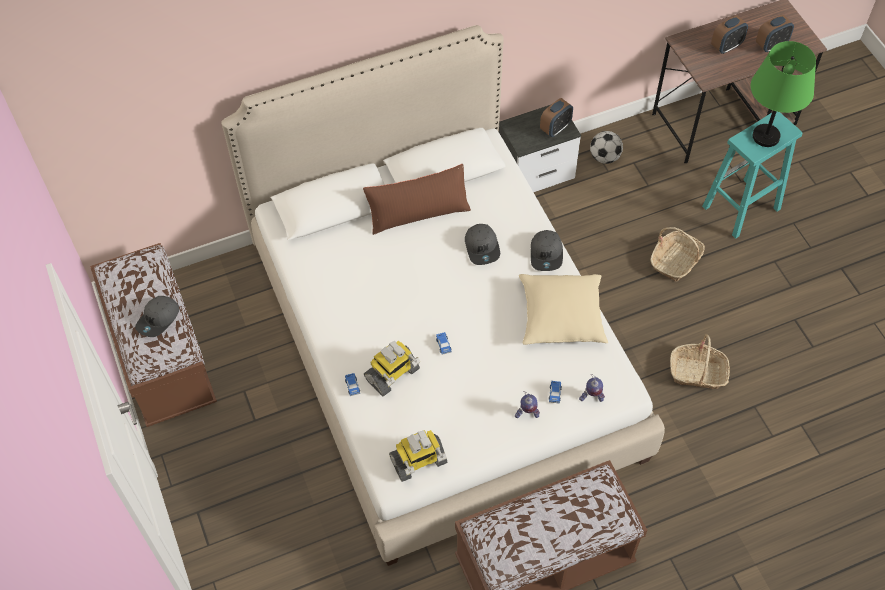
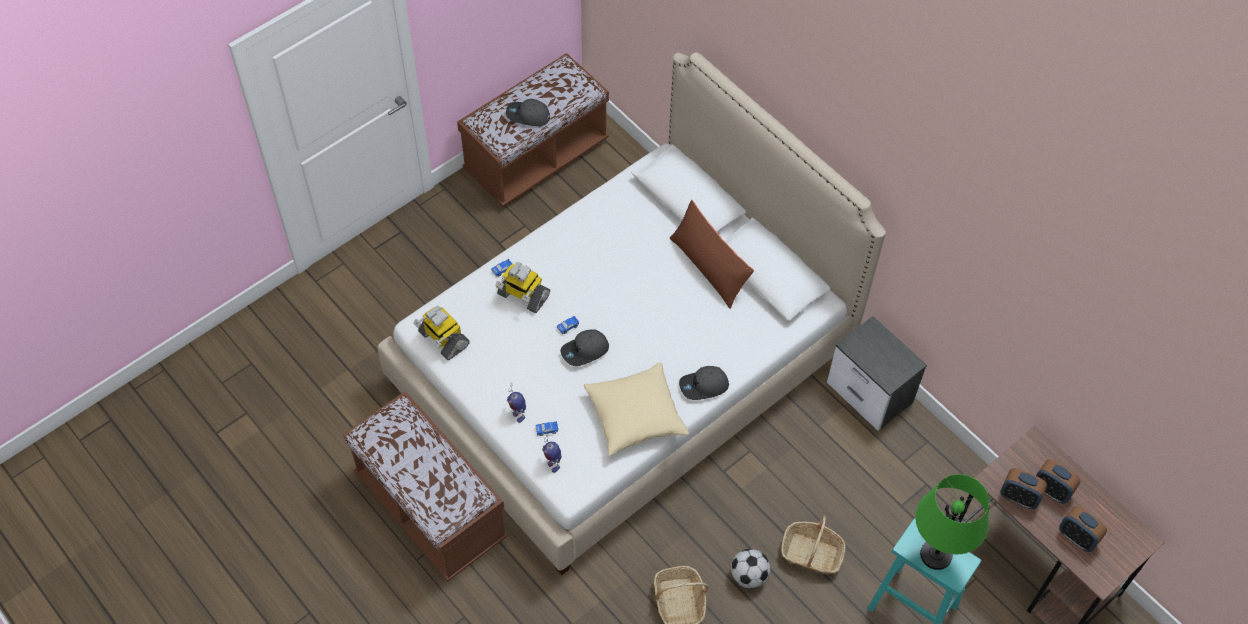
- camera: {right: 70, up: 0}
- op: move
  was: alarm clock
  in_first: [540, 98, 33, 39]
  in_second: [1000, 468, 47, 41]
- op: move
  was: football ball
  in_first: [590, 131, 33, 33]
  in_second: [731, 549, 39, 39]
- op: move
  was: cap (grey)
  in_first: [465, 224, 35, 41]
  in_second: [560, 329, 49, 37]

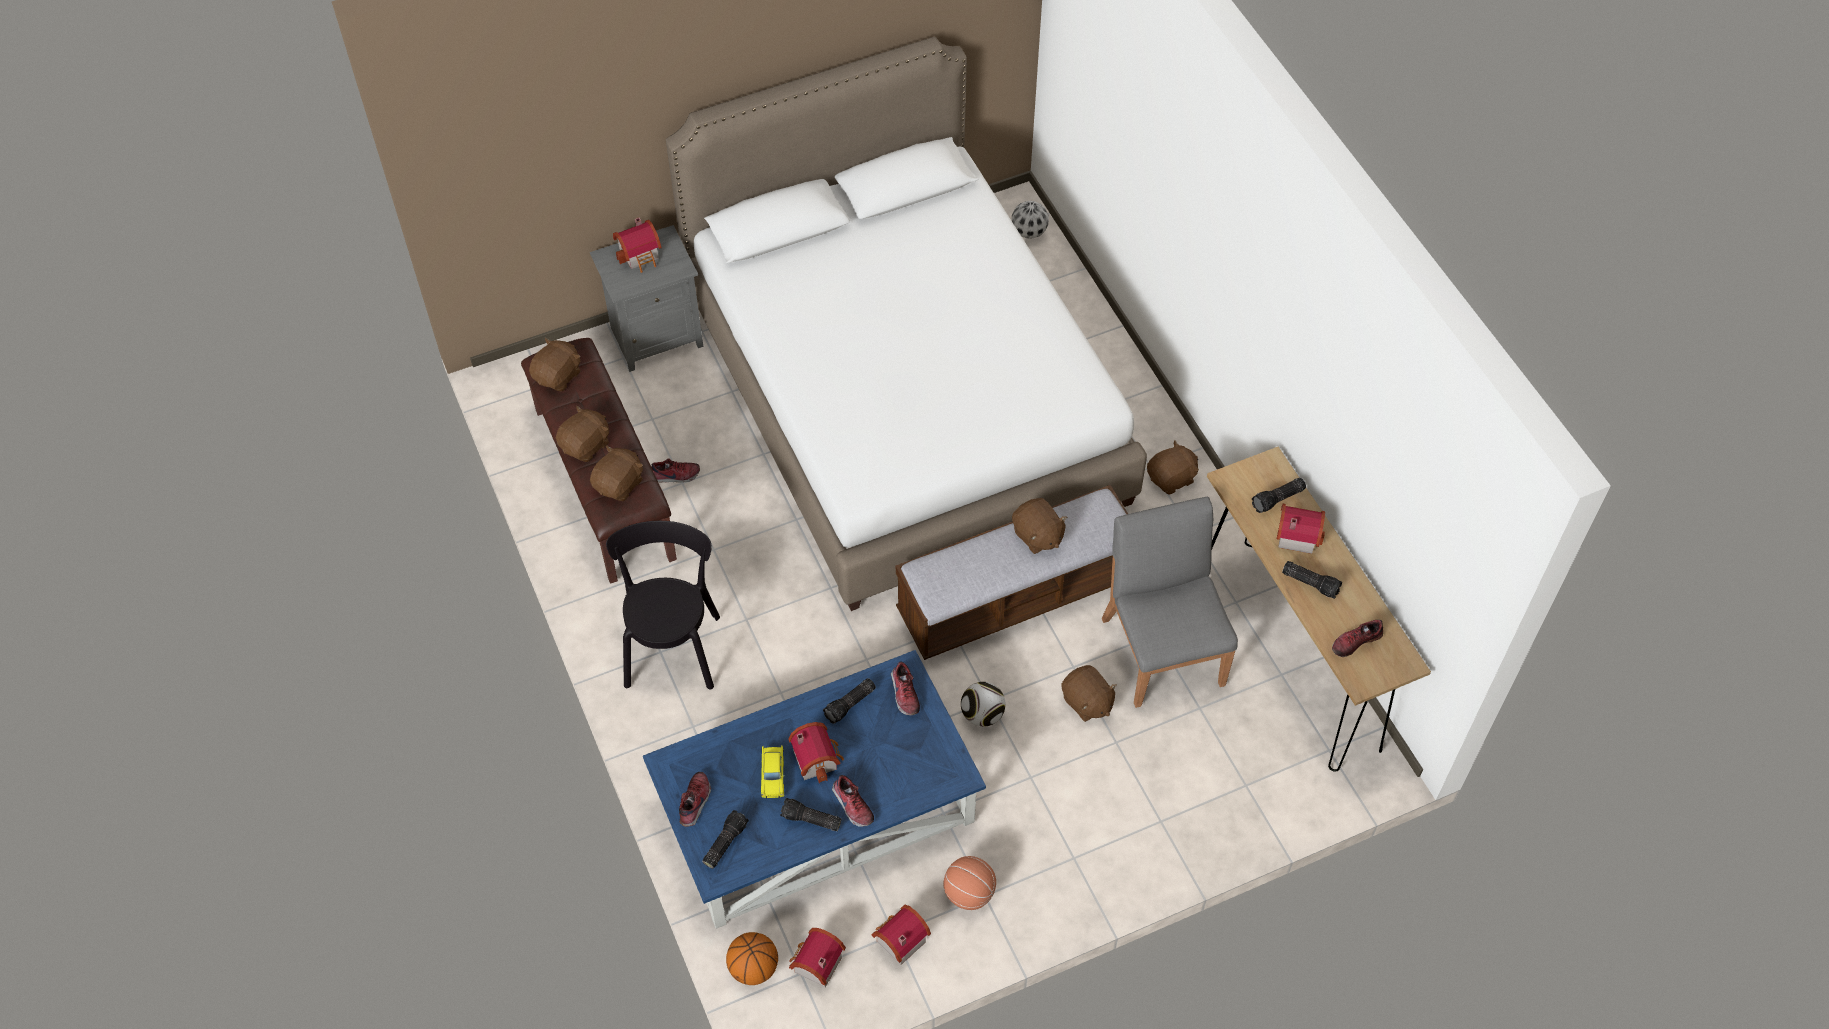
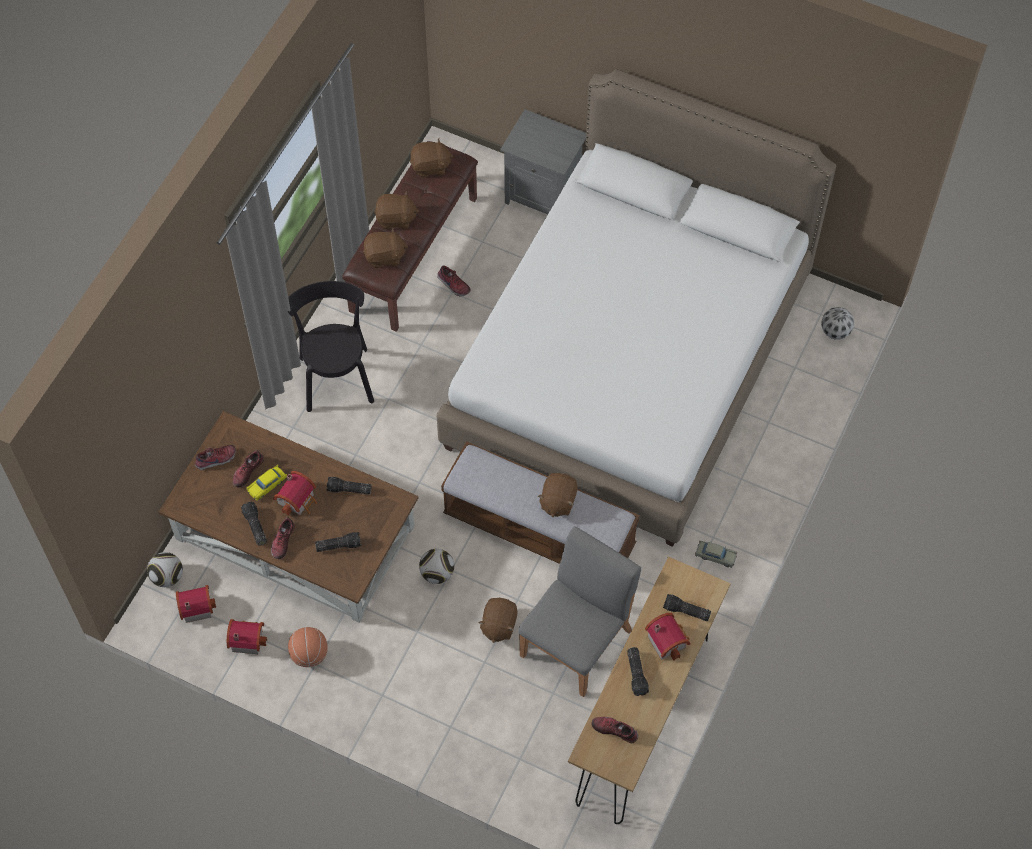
- camera: {right: 50, up: 5}
- op: delete
  was: miniature house
  in_first: [613, 218, 49, 55]
- op: replace
  was: soft toy (brownish)
  now: miniature car (beige-coloured)
  in_first: [1147, 440, 52, 55]
  in_second: [695, 540, 42, 28]
- op: rotate
  was: upright chair (blackish)
  in_first: [606, 521, 114, 168]
  in_second: [288, 281, 86, 131]
  clockwise: -60
- op: recolor
  was: lounge table (bluish)
  now: lounge table (brownish)
  in_first: [643, 650, 343, 279]
  in_second: [159, 411, 259, 212]
- op: move
  was: shoe
  in_first: [891, 662, 29, 53]
  in_second: [233, 450, 31, 38]
- op: move
  was: hand torch
  in_first: [702, 810, 47, 59]
  in_second: [315, 532, 46, 20]
- op: replace
  was: basketball
  now: football ball
  in_first: [726, 932, 52, 53]
  in_second: [147, 552, 36, 35]

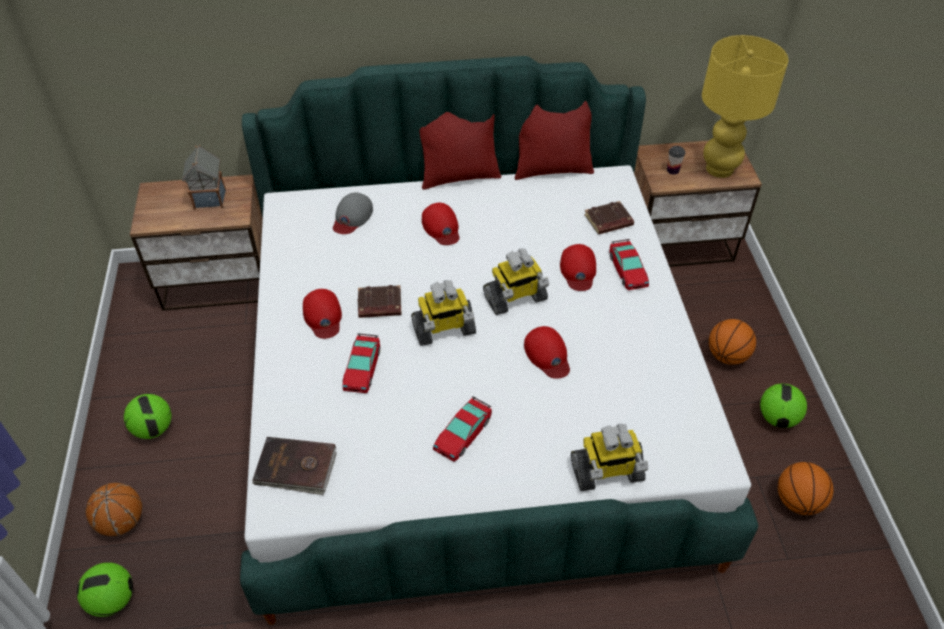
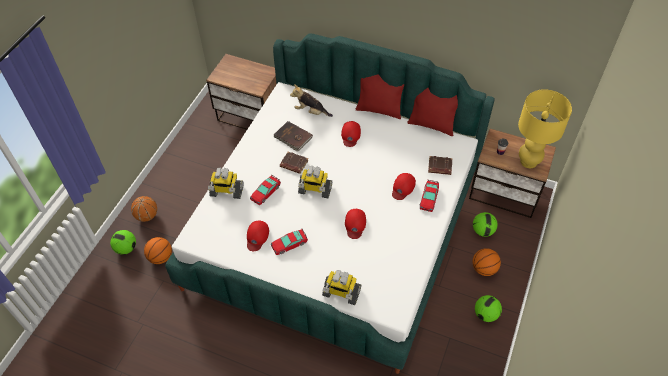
- camera: {right: 30, up: 5}
- op: delete
  was: miniature house
  in_first: [182, 145, 44, 65]
- op: replace
  was: cap (grey)
  now: soft toy
  in_first: [333, 193, 40, 41]
  in_second: [290, 84, 43, 33]
- op: move
  was: model robot
  in_first: [483, 249, 66, 66]
  in_second: [208, 168, 36, 31]
- op: move
  was: cap (red)
  in_first: [303, 289, 39, 50]
  in_second: [247, 221, 22, 30]
- op: move
  was: football ball
  in_first: [124, 394, 47, 45]
  in_second: [473, 212, 25, 25]
- op: move
  was: book (brownish)
  in_first: [252, 437, 85, 58]
  in_second: [274, 121, 39, 31]
- op: move
  was: basketball
  in_first: [778, 462, 55, 53]
  in_second: [144, 237, 28, 27]

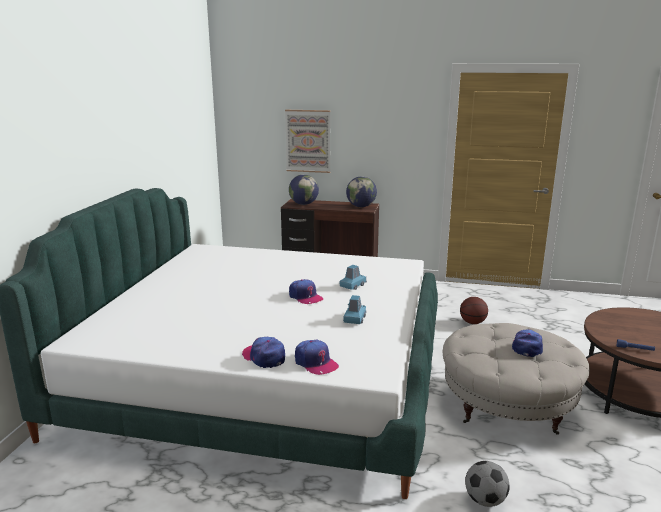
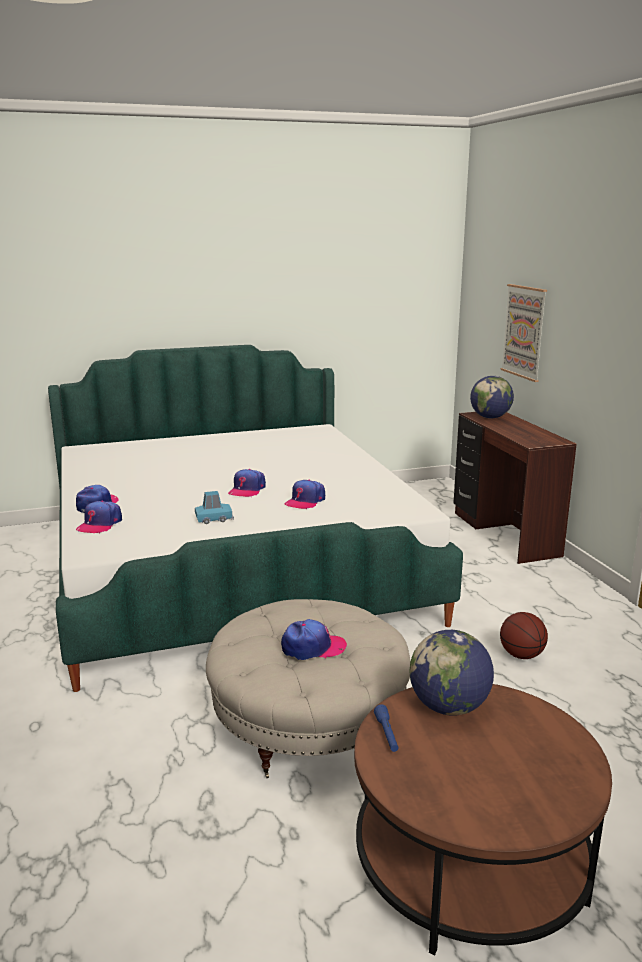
- camera: {right: 60, up: 0}
- op: move
  was: desk globe
  in_first: [346, 176, 31, 31]
  in_second: [409, 630, 85, 86]
- op: replace
  was: miniature car (bluish)
  now: cap
  in_first: [340, 265, 27, 25]
  in_second: [285, 480, 40, 30]
- op: delete
  was: football ball
  in_first: [465, 461, 45, 46]

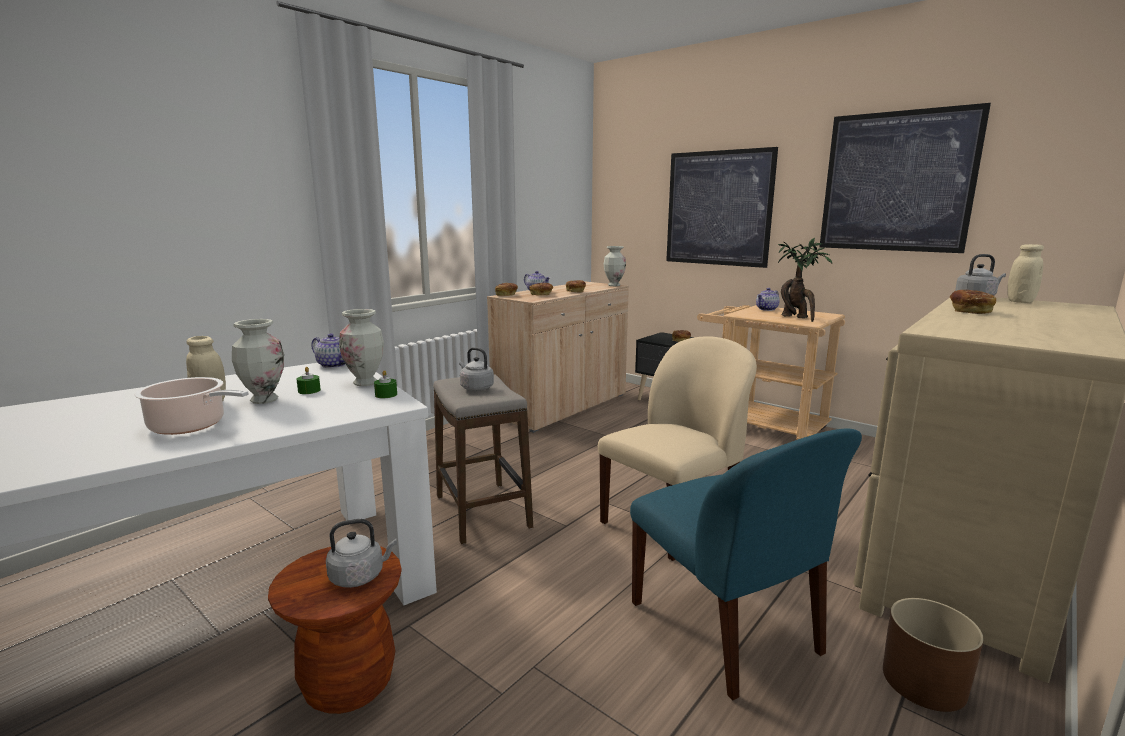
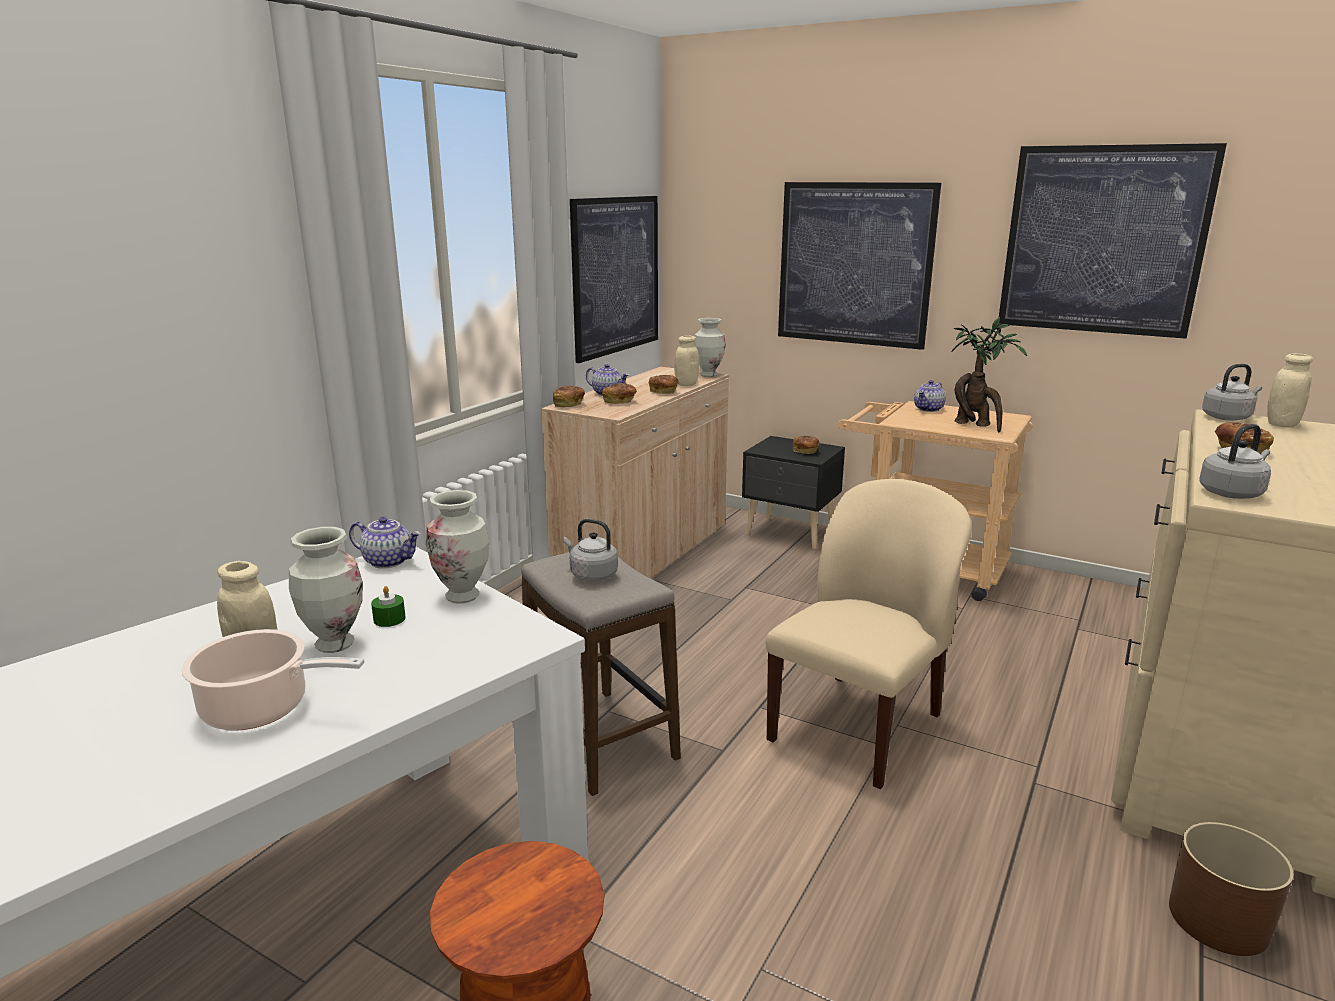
- camera: {right: -10, up: 5}
- op: delete
  was: wax candle (green-coloured)
  in_first: [374, 370, 23, 28]
- op: delete
  was: upright chair (bluish)
  in_first: [630, 428, 232, 272]
- op: move
  was: water kettle (grey)
  in_first: [326, 519, 71, 69]
  in_second: [1199, 424, 72, 75]
- op: insert
  now: picture
  in_second: [570, 196, 88, 167]
- op: insert
  now: preserve jar (beige-coloured)
  in_second: [674, 336, 25, 50]

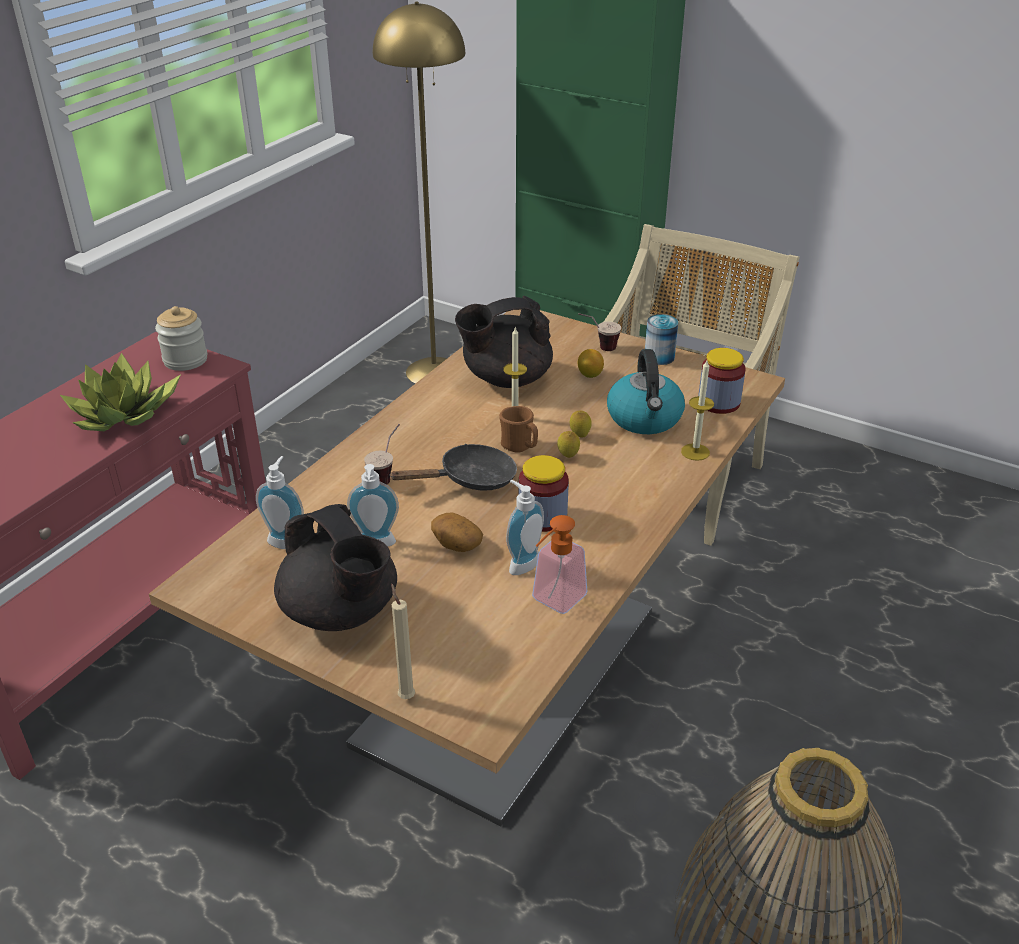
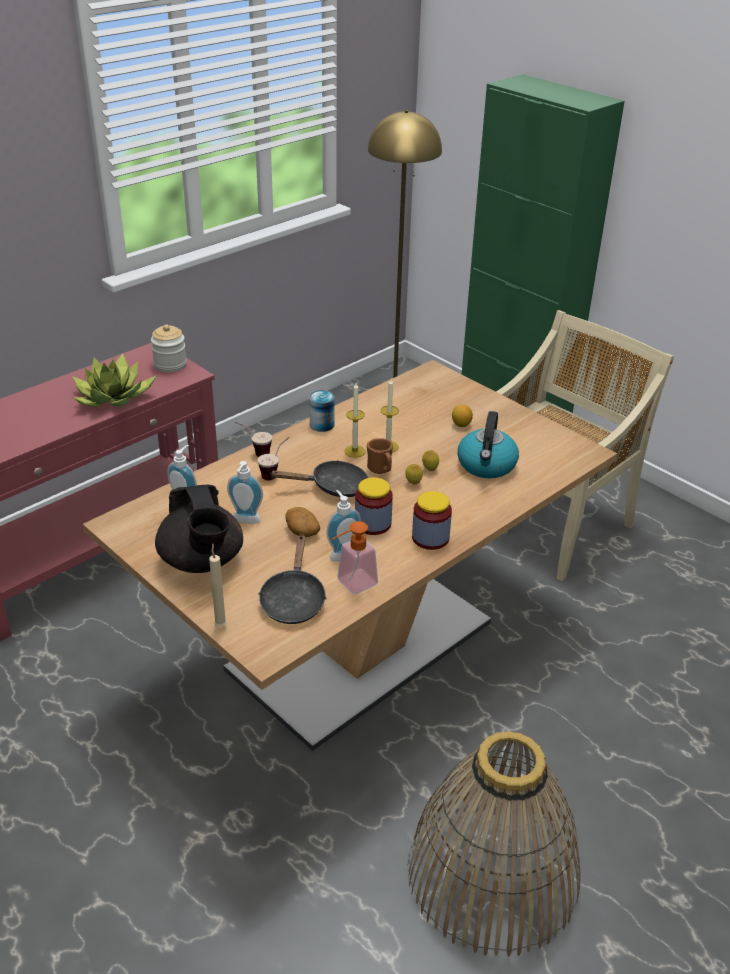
- camera: {right: 15, up: 0}
- op: delete
  was: teapot (blackish)
  in_first: [455, 296, 98, 92]
- op: move
  was: drinking cup
  in_first: [578, 313, 43, 38]
  in_second: [235, 422, 37, 35]
- op: move
  was: can
  in_first: [645, 314, 33, 51]
  in_second: [309, 390, 26, 42]
- op: move
  was: preserve jar
  in_first: [698, 348, 48, 66]
  in_second: [412, 491, 40, 59]
- op: move
  was: wax candle
  in_first: [681, 360, 33, 101]
  in_second: [344, 383, 21, 75]
- op: insert
  now: pan (blackish)
  in_second: [258, 534, 69, 90]

